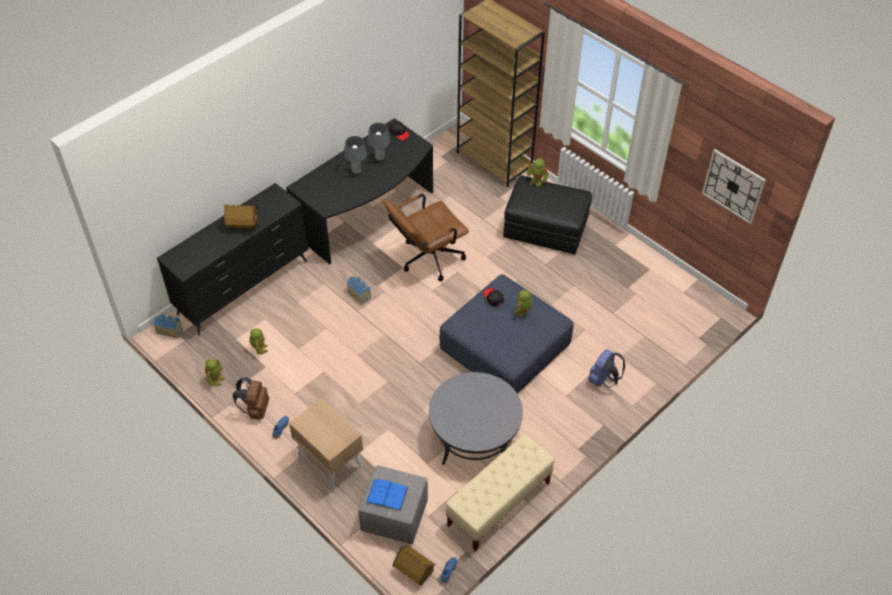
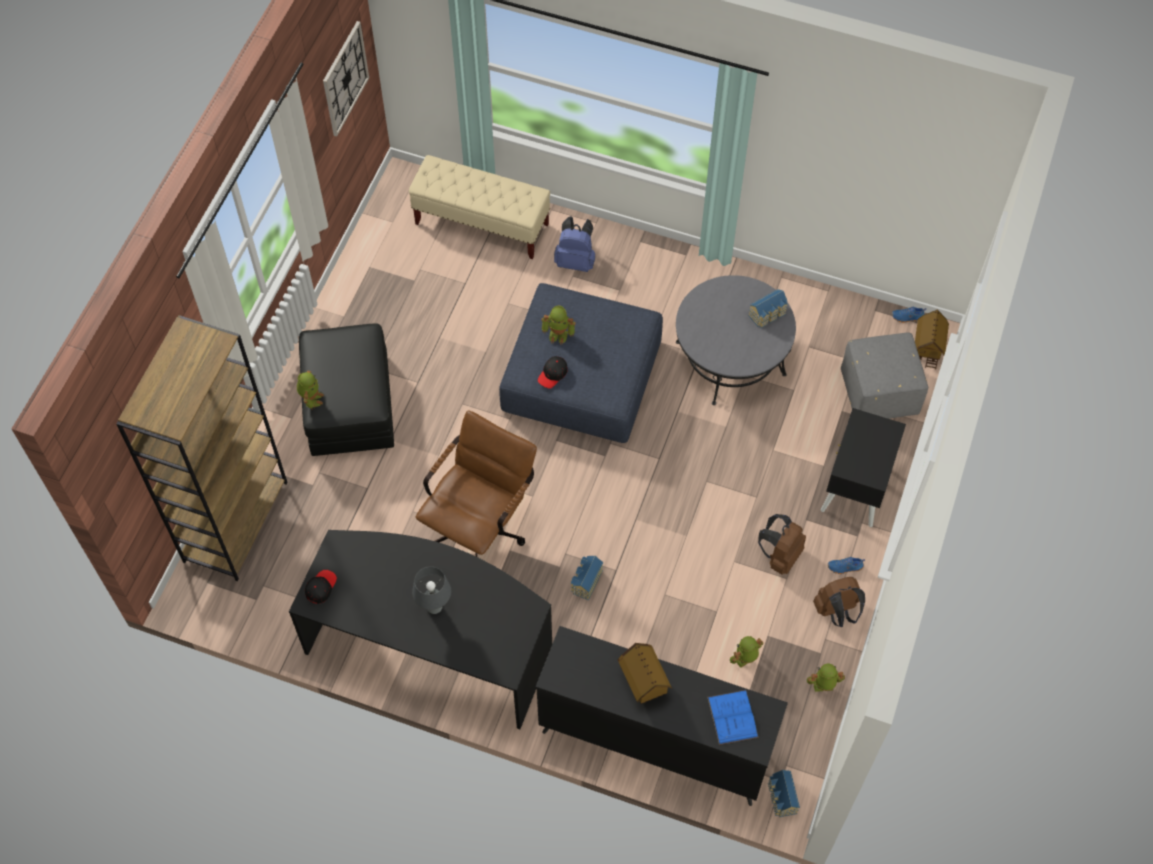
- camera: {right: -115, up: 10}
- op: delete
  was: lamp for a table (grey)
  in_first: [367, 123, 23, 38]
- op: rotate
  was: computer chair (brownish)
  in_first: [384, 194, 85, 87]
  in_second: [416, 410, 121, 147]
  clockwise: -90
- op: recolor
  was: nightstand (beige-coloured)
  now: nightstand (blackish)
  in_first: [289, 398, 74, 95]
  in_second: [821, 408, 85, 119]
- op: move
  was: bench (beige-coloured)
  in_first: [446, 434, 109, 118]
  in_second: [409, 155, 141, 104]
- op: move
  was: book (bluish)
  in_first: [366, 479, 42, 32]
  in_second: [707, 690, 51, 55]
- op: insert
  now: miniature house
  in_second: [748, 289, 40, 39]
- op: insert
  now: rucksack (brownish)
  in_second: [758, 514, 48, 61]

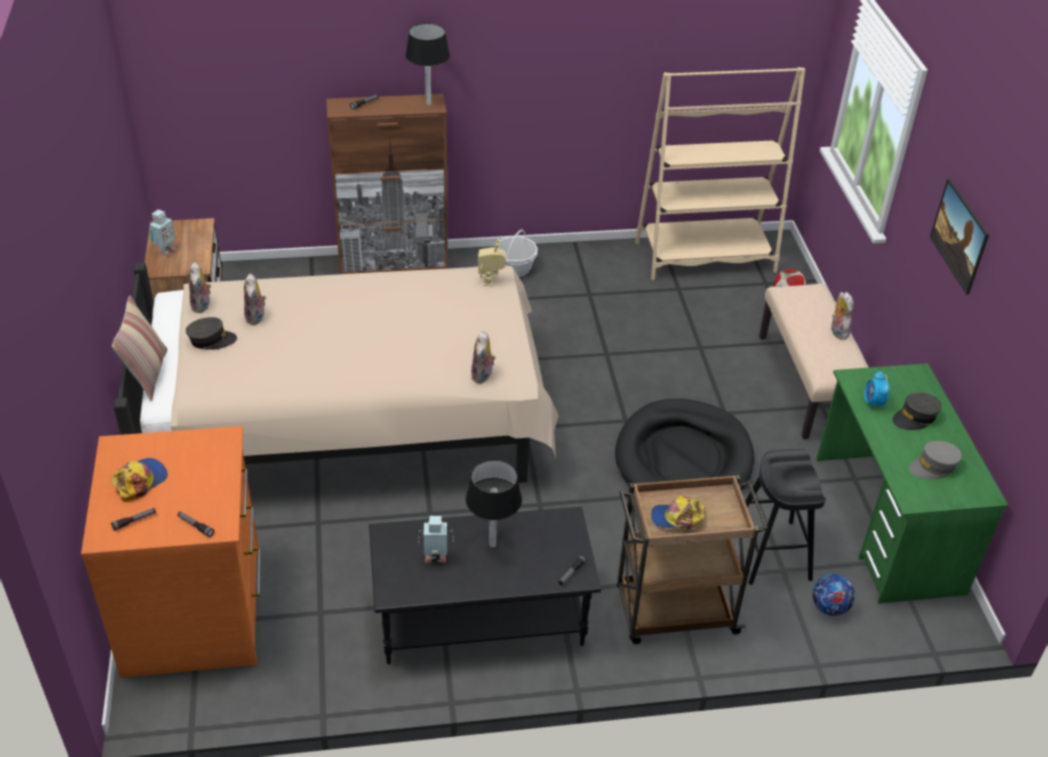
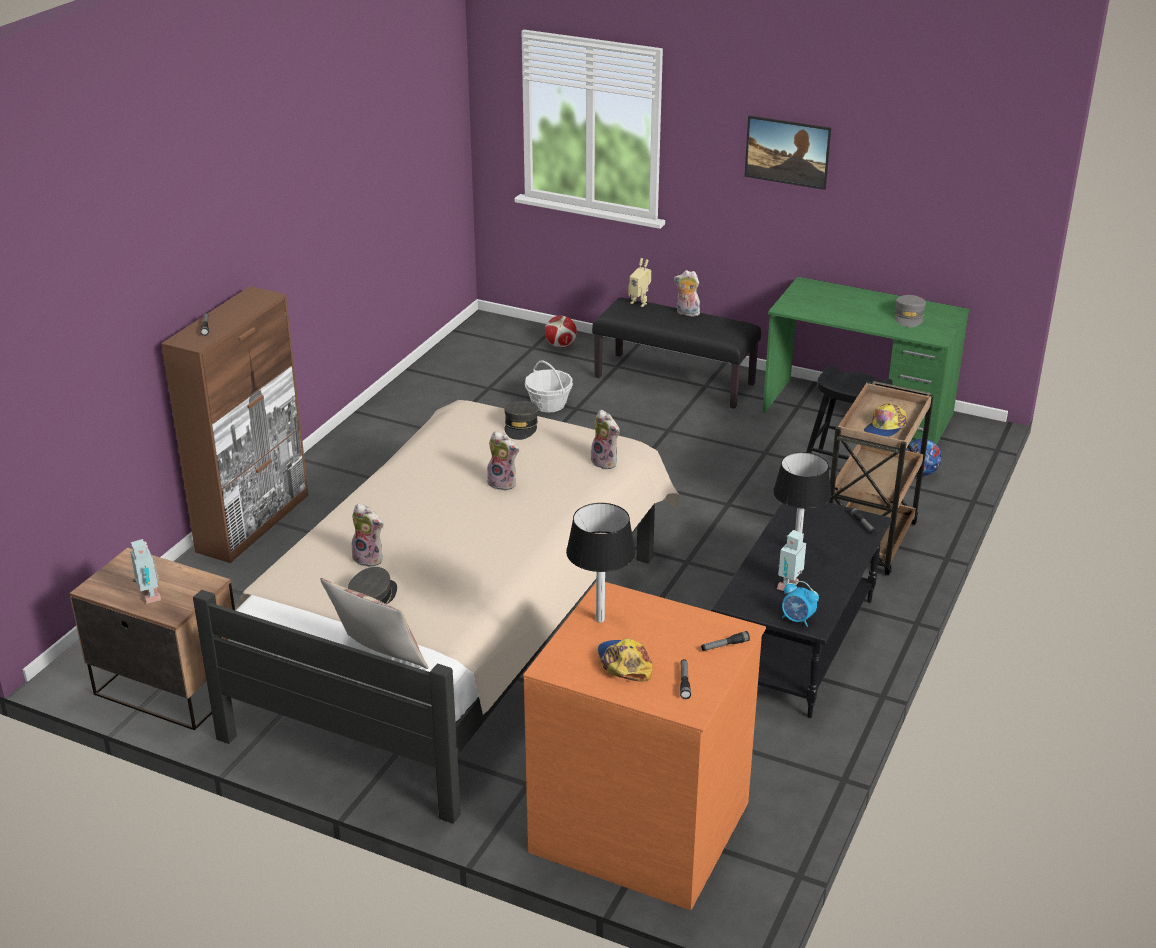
- camera: {right: -55, up: -10}
- op: move
  was: lamp for a table (blackish)
  in_first: [405, 23, 45, 82]
  in_second: [566, 503, 70, 120]
- op: delete
  was: bookshelf (beige-coloured)
  in_first: [635, 67, 170, 213]
- op: move
  was: storage basket
  in_first: [498, 230, 40, 47]
  in_second: [525, 360, 48, 53]
- op: move
  was: model robot
  in_first: [478, 239, 28, 47]
  in_second: [628, 258, 23, 49]
- op: move
  was: soft toy
  in_first: [189, 262, 22, 51]
  in_second: [487, 431, 32, 60]
- op: recolor
  was: bench (beige-coloured)
  now: bench (blackish)
  in_first: [759, 283, 109, 156]
  in_second: [592, 297, 169, 112]
- op: move
  was: alarm clock
  in_first: [864, 371, 26, 39]
  in_second: [782, 581, 37, 46]
- op: move
  was: cap (grey)
  in_first: [893, 393, 49, 37]
  in_second: [504, 400, 34, 40]
- op: delete
  was: pet bed (blackish)
  in_first: [615, 399, 139, 92]

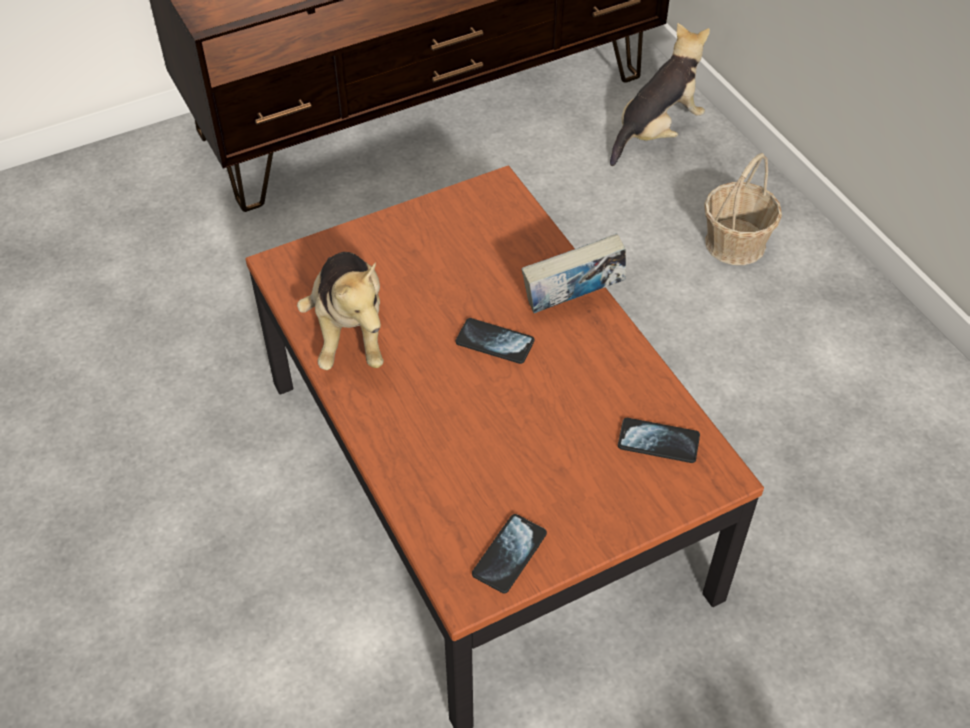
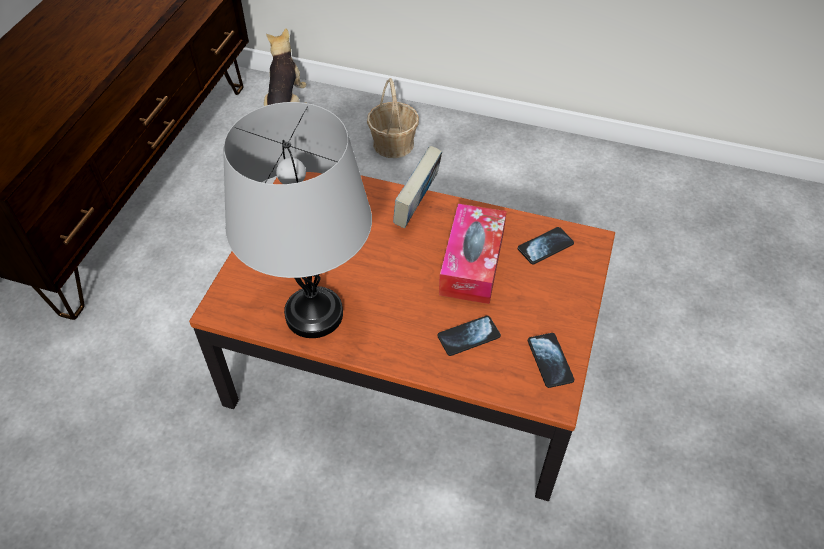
- camera: {right: -45, up: 0}
- op: replace
  was: soft toy
  now: lamp for a table (grey)
  in_first: [297, 252, 87, 118]
  in_second: [223, 102, 149, 236]
- op: move
  was: handset
  in_first: [455, 318, 79, 46]
  in_second: [437, 316, 64, 40]
- op: insert
  now: tissue holder
  in_second: [439, 204, 68, 100]

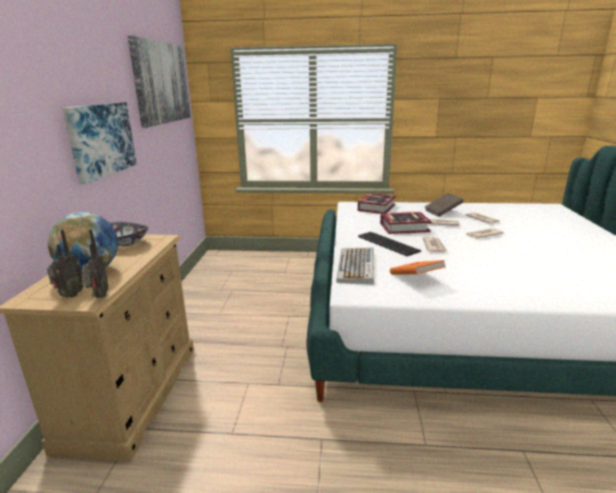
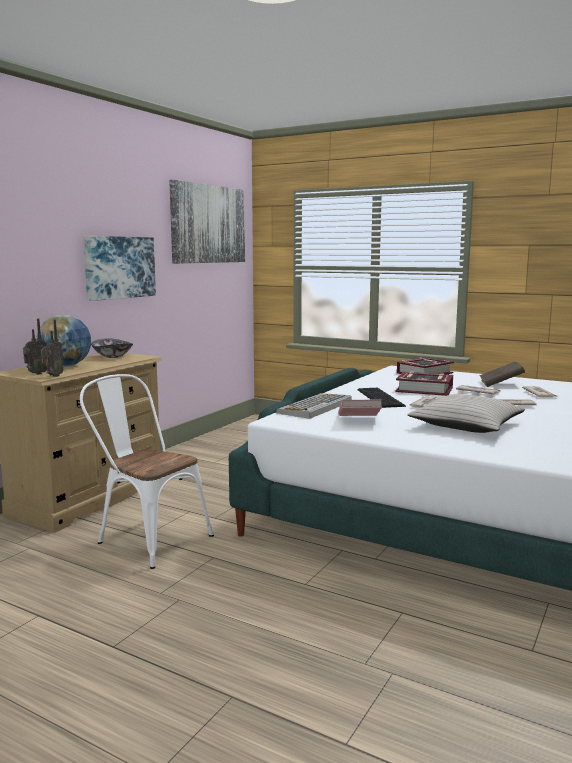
- camera: {right: 25, up: -10}
- op: recolor
  was: book (orange)
  now: book (pinkish)
  in_first: [390, 260, 55, 15]
  in_second: [338, 399, 44, 17]
- op: insert
  now: upright chair (white)
  in_second: [80, 374, 134, 195]
- op: insert
  now: pillow (beige-coloured)
  in_second: [407, 394, 118, 39]

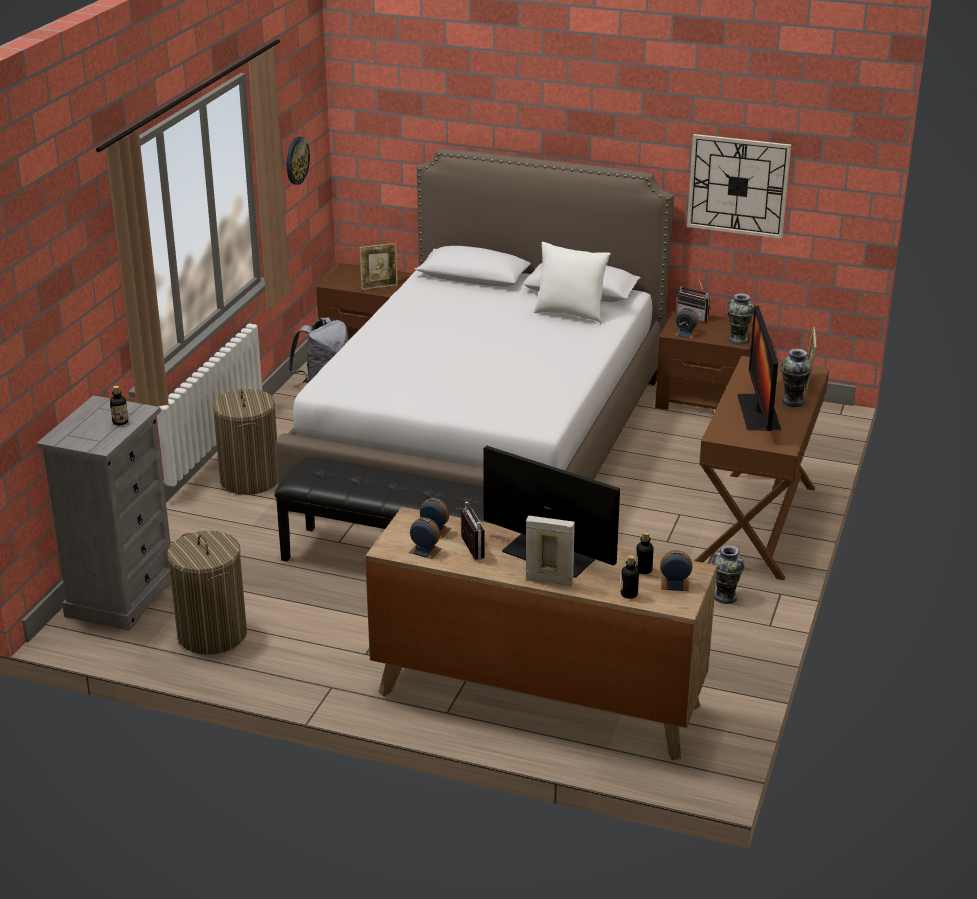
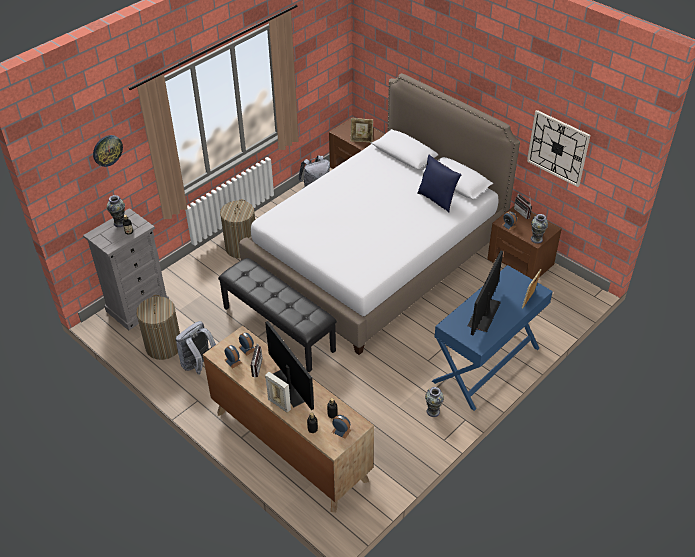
- camera: {right: 25, up: 15}
- op: move
  was: wall clock
  in_first: [287, 137, 23, 48]
  in_second: [93, 135, 30, 32]
- op: recolor
  was: pillow (white)
  now: pillow (bluish)
  in_first: [534, 242, 77, 81]
  in_second: [417, 155, 44, 58]
- op: move
  was: vase
  in_first: [781, 349, 31, 58]
  in_second: [107, 195, 18, 32]
- op: recolor
  was: desk unit (brownish)
  now: desk unit (bluish)
  in_first: [694, 356, 135, 224]
  in_second: [432, 265, 121, 146]
- op: insert
  now: rucksack (grey)
  in_second: [175, 321, 41, 54]

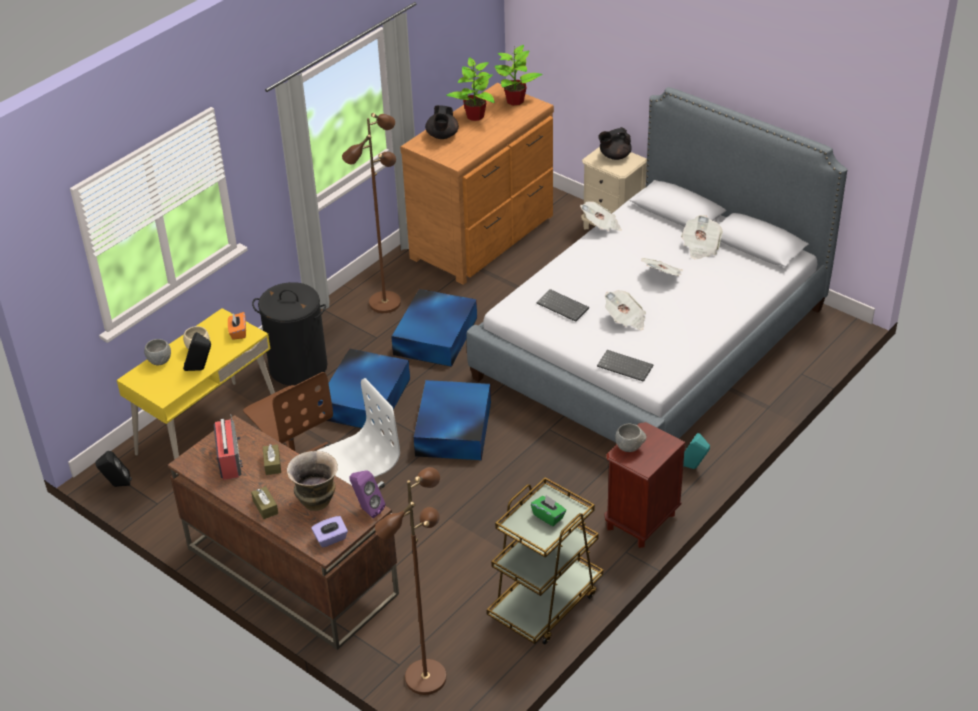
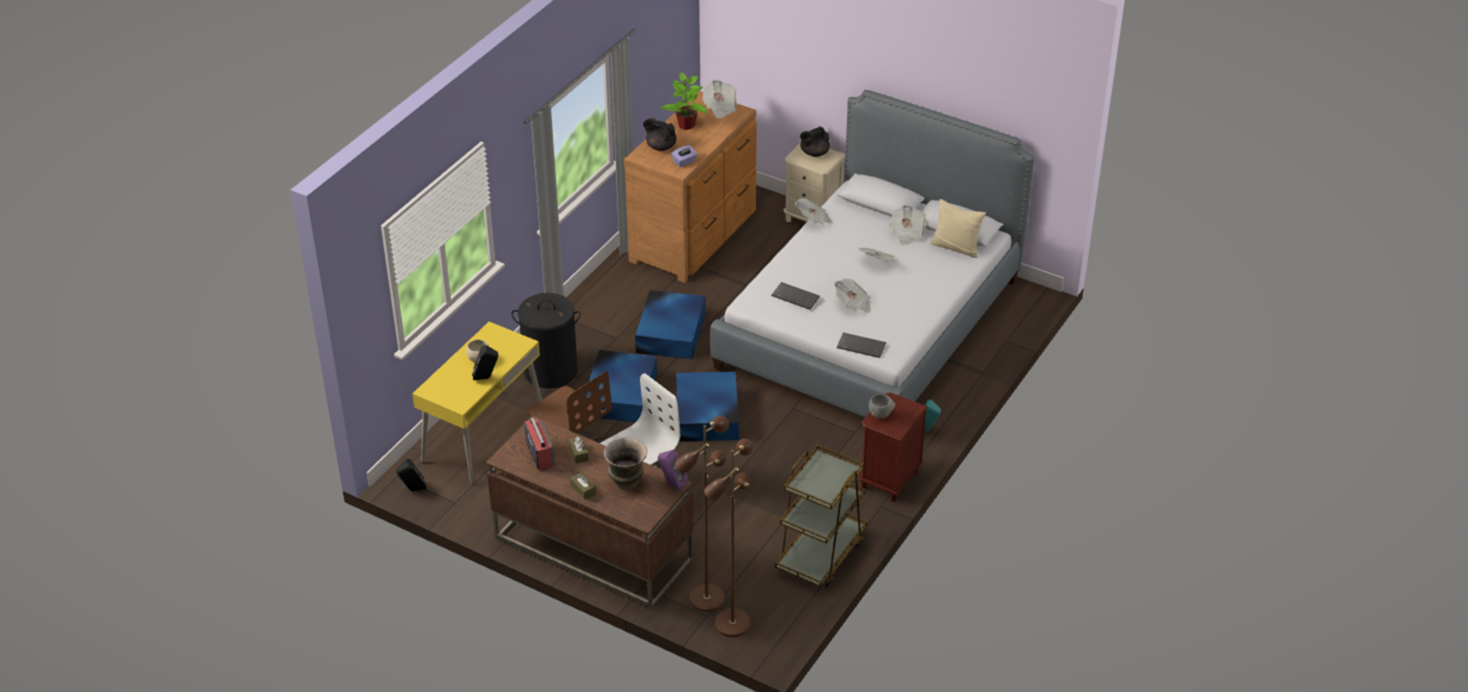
- camera: {right: -10, up: 0}
- op: replace
  was: potted plant
  now: printed paper
  in_first: [495, 45, 48, 61]
  in_second: [702, 80, 35, 38]
- op: rotate
  was: teapot (blackish)
  in_first: [425, 105, 34, 34]
  in_second: [643, 118, 33, 33]
  clockwise: 120
- op: move
  was: floor lamp (brownish)
  in_first: [342, 113, 59, 200]
  in_second: [675, 416, 54, 196]
- op: delete
  was: tissue holder (orange)
  in_first: [228, 312, 18, 28]
- op: delete
  was: deep dish (grey)
  in_first: [144, 339, 27, 26]
- op: delete
  was: tissue holder (green-coloured)
  in_first: [531, 495, 35, 31]
- op: move
  was: tissue holder (purple-coloured)
  in_first: [311, 516, 37, 32]
  in_second: [671, 145, 26, 22]
- op: insert
  now: pillow (beige-coloured)
  in_second: [930, 199, 56, 59]

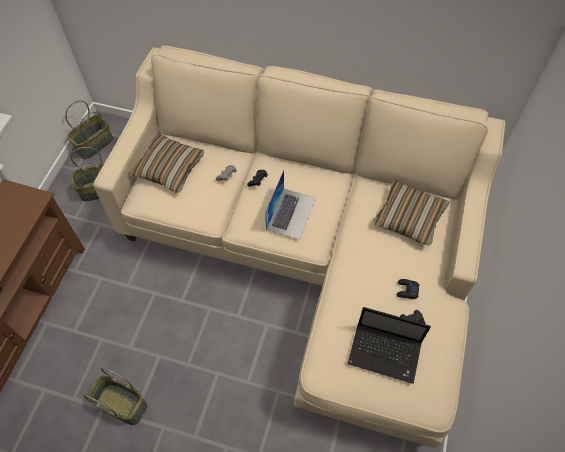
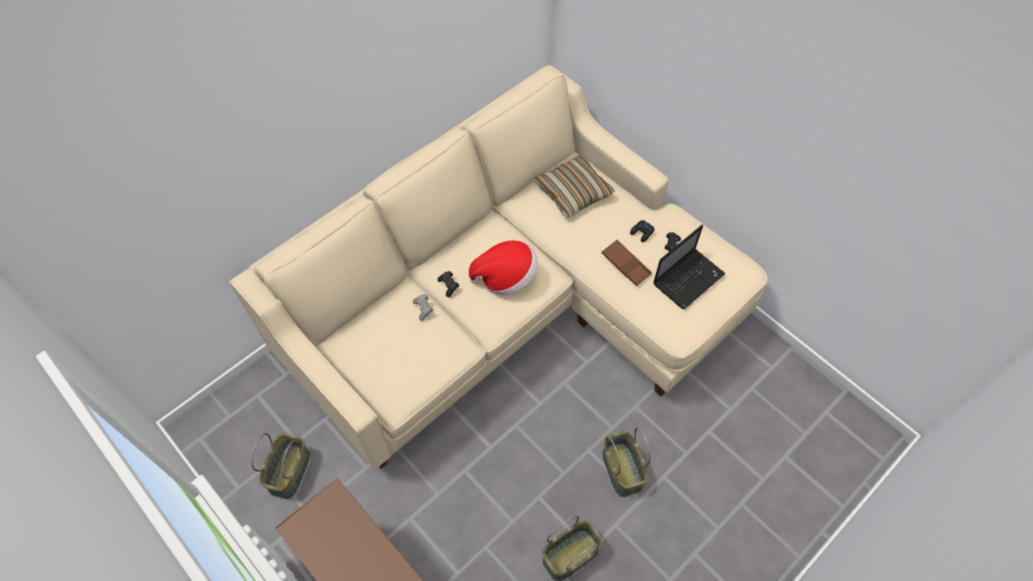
- camera: {right: -60, up: 0}
- op: move
  was: storage basket
  in_first: [65, 100, 48, 59]
  in_second: [603, 427, 48, 70]
- op: delete
  was: pillow
  in_first: [129, 135, 75, 58]
- op: replace
  was: laptop
  now: hat
  in_first: [265, 170, 51, 70]
  in_second: [469, 240, 69, 55]
- op: insert
  now: serving tray (brownish)
  in_second: [602, 240, 50, 46]

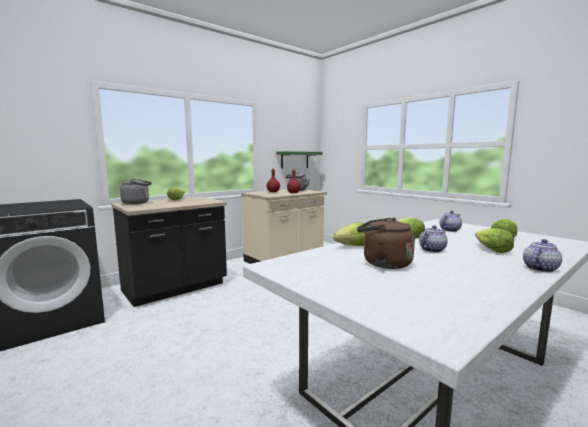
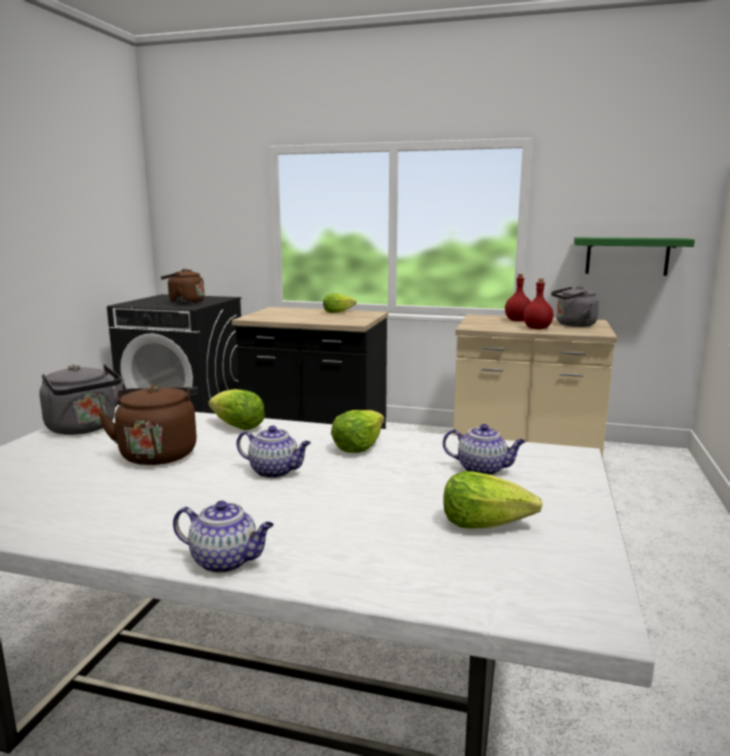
- camera: {right: 55, up: 5}
- op: move
  was: water kettle (grey)
  in_first: [120, 178, 32, 26]
  in_second: [39, 364, 85, 71]
- op: delete
  was: lettuce
  in_first: [475, 228, 39, 25]
- op: insert
  now: water kettle (brownish)
  in_second: [161, 269, 44, 35]

